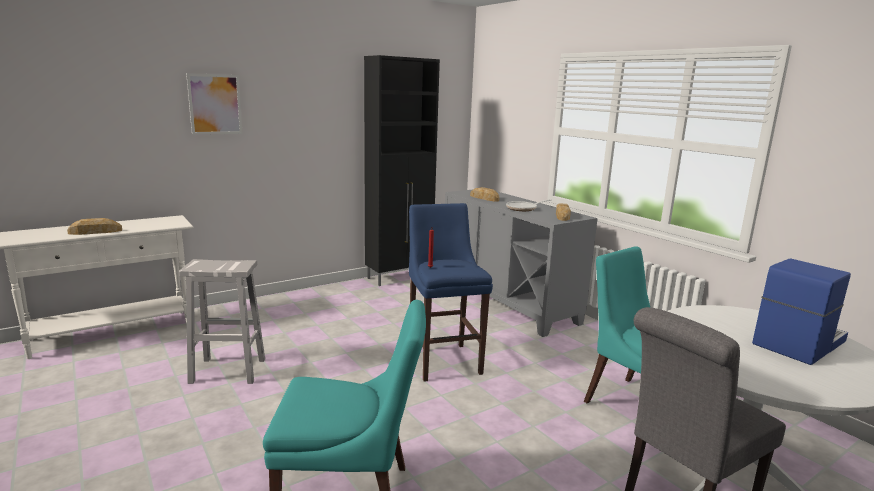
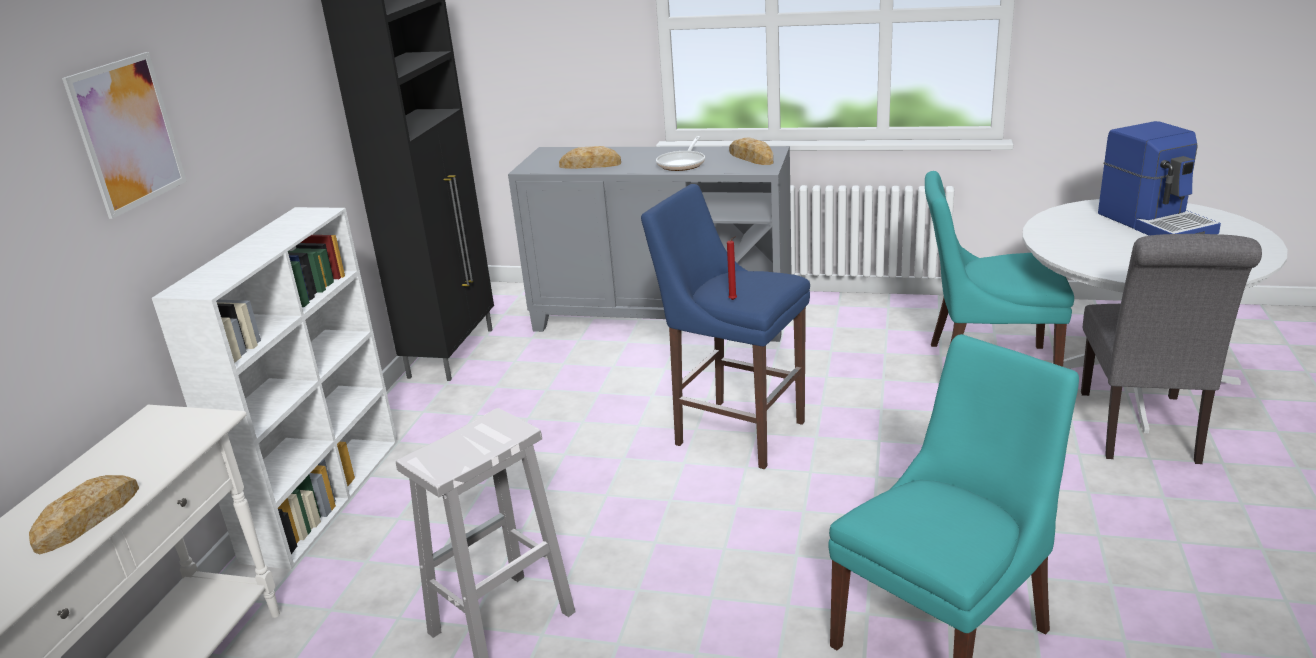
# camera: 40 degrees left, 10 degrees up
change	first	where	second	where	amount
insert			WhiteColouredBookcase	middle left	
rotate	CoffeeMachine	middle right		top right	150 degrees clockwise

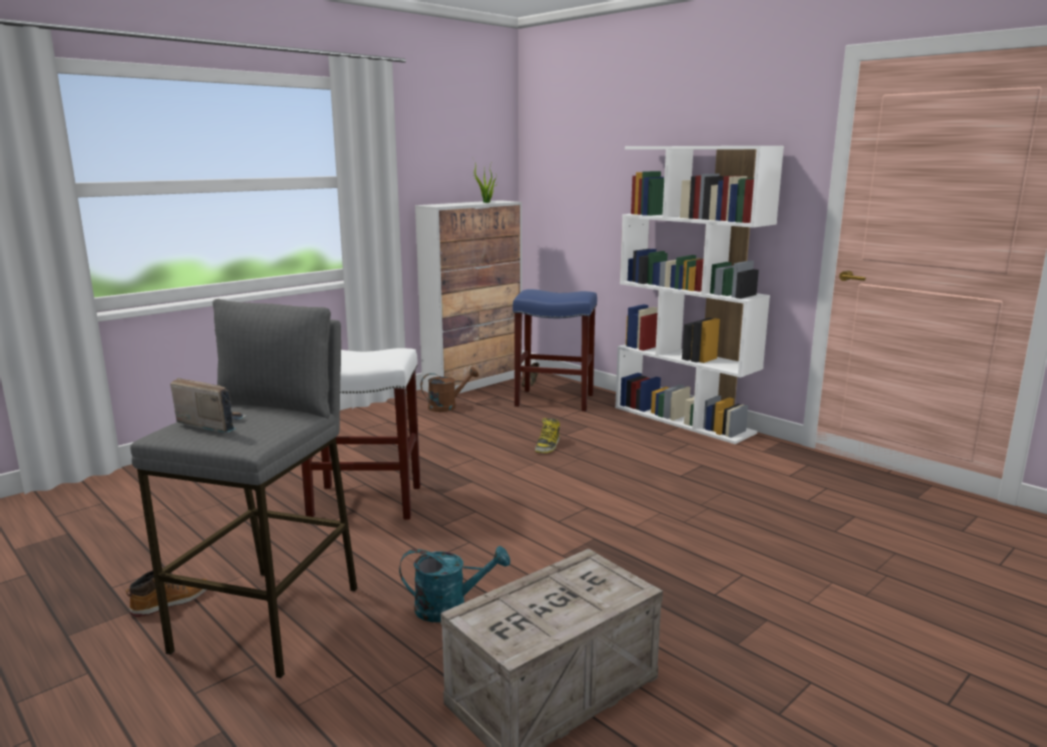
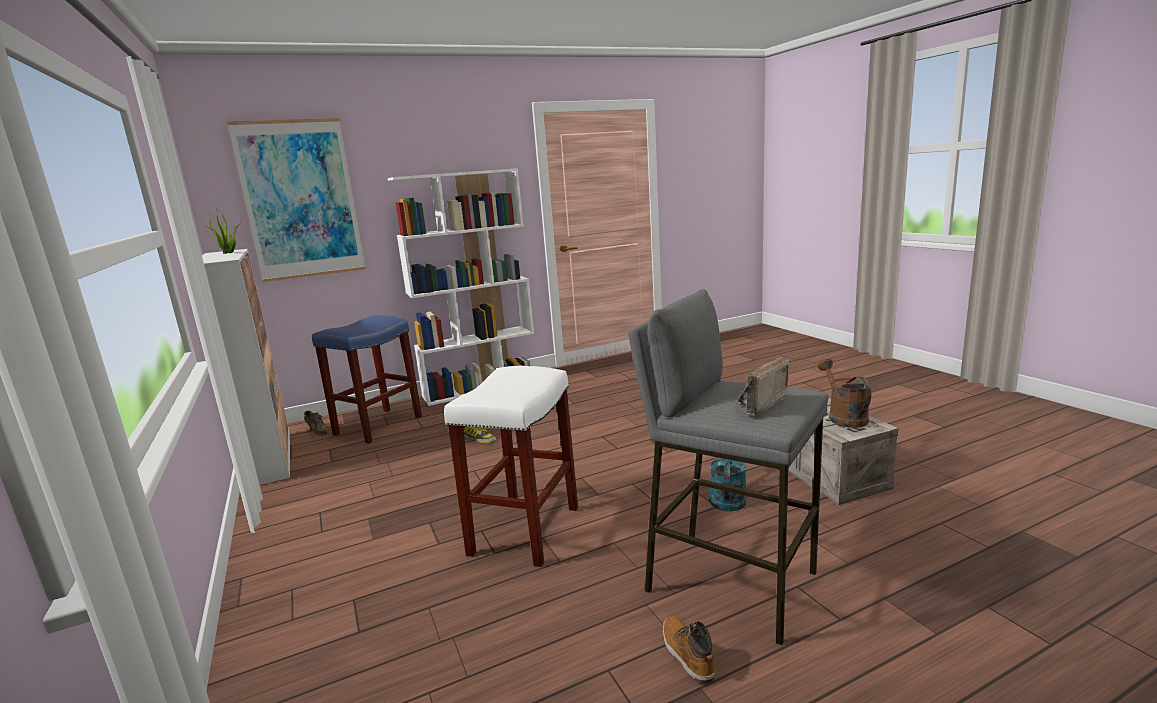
# camera: 70 degrees left, 0 degrees up
change	first	where	second	where	amount
insert			Picture	top left	
move	BrownColouredWateringPot	centre		middle right	

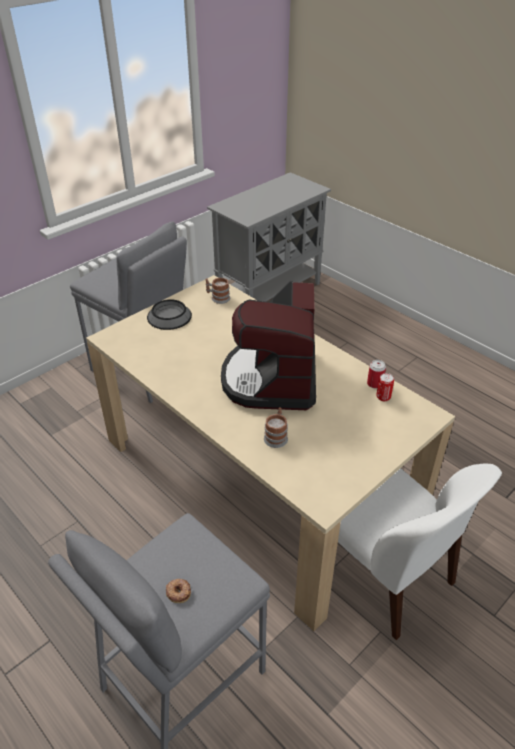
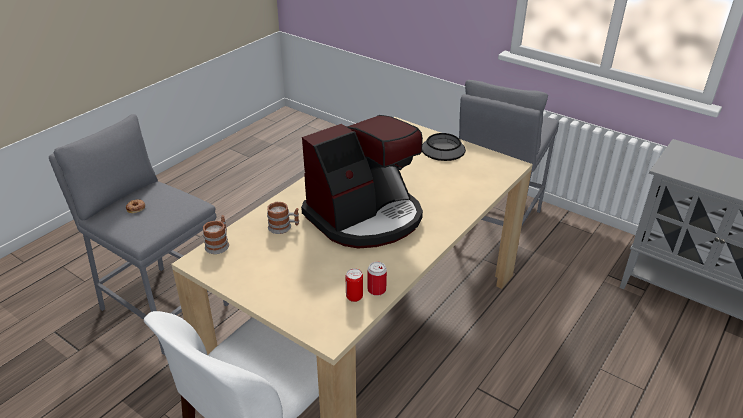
# camera: 80 degrees right, 5 degrees down
change	first	where	second	where	amount
move	Mug (1st from left)	centre		middle left	
rotate	CoffeeMachine	centre		centre	150 degrees clockwise

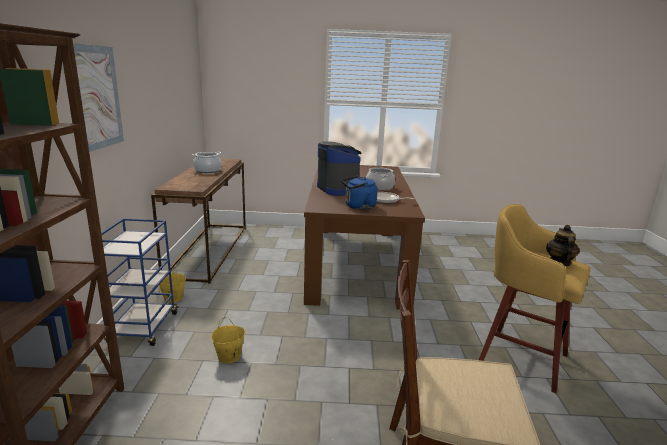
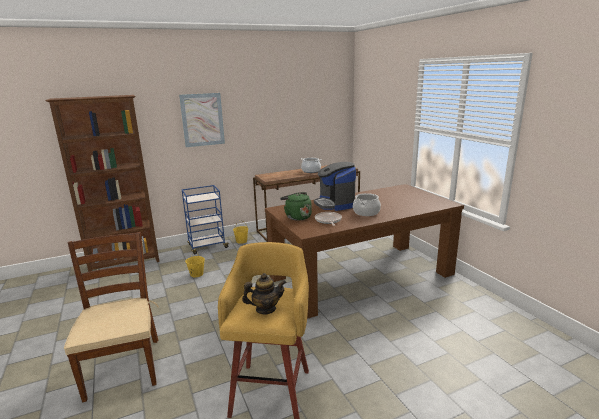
# camera: 65 degrees right, 0 degrees up
change	first	where	second	where	amount
recolor	BlueColouredWaterKettle	centre	GreenishWaterKettle	centre	
rotate	CoffeeMachine	centre		centre	120 degrees clockwise

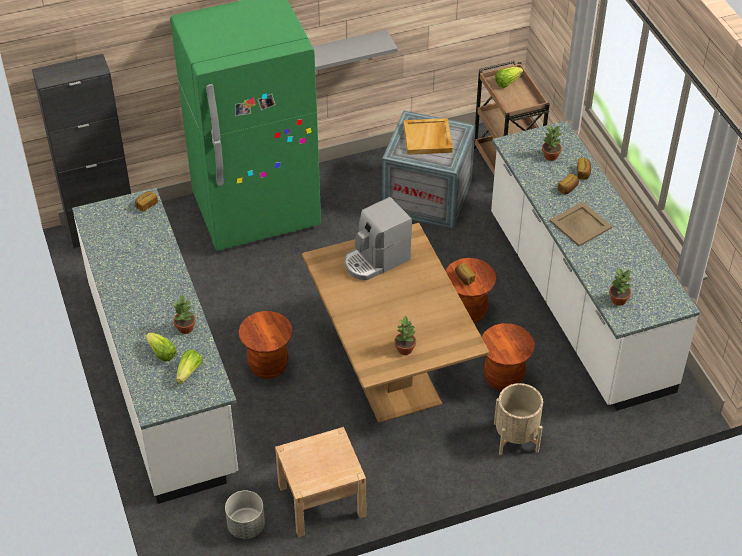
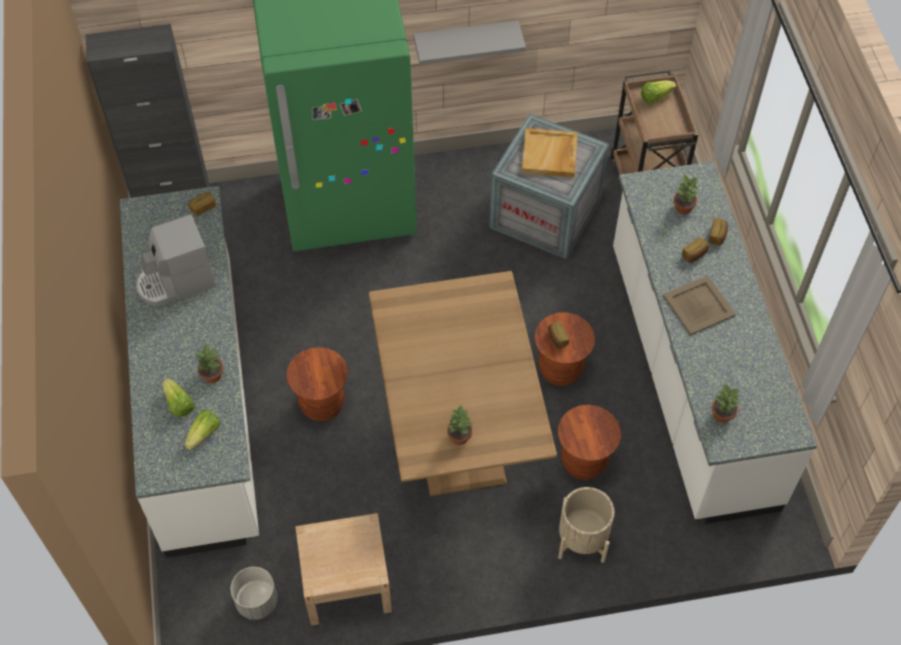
# camera: 10 degrees right, 10 degrees up
change	first	where	second	where	amount
move	CoffeeMachine	centre		middle left	

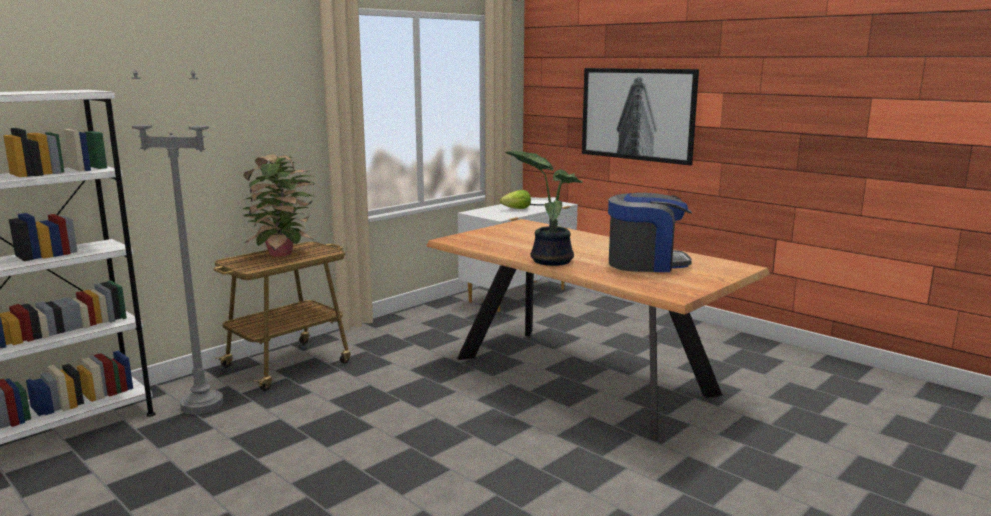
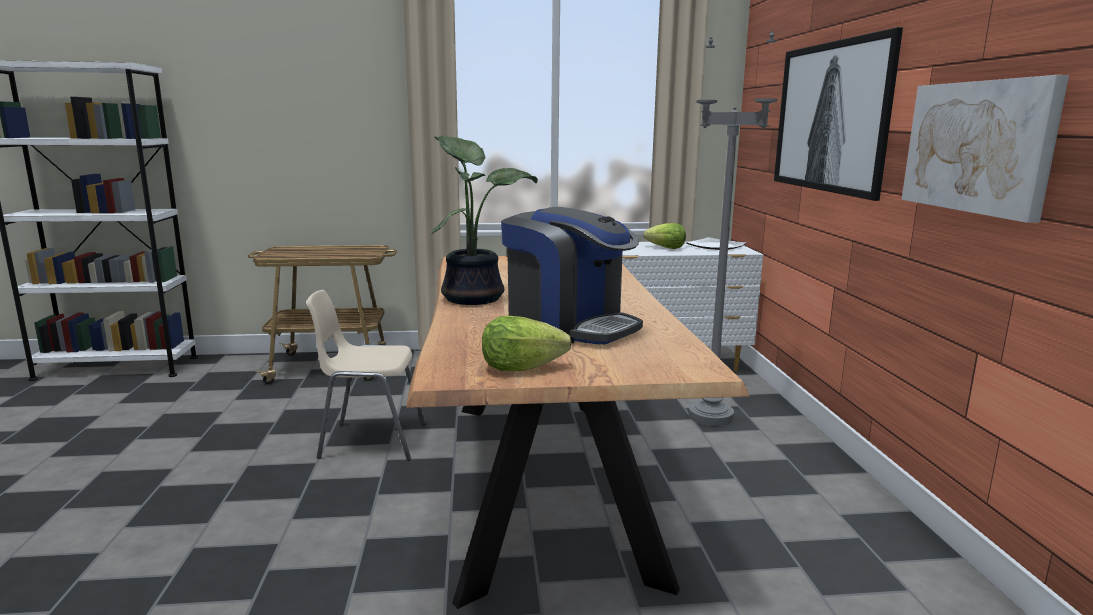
# camera: 40 degrees right, 0 degrees up
change	first	where	second	where	amount
delete	PottedPlant (1st from left)	middle left			
insert			BeigeColouredChair	centre	
insert			HeadOfLettuce (1st from left)	centre	
insert			Picture (2nd from left)	top right	
move	GreyStandingLamp	middle left		middle right	

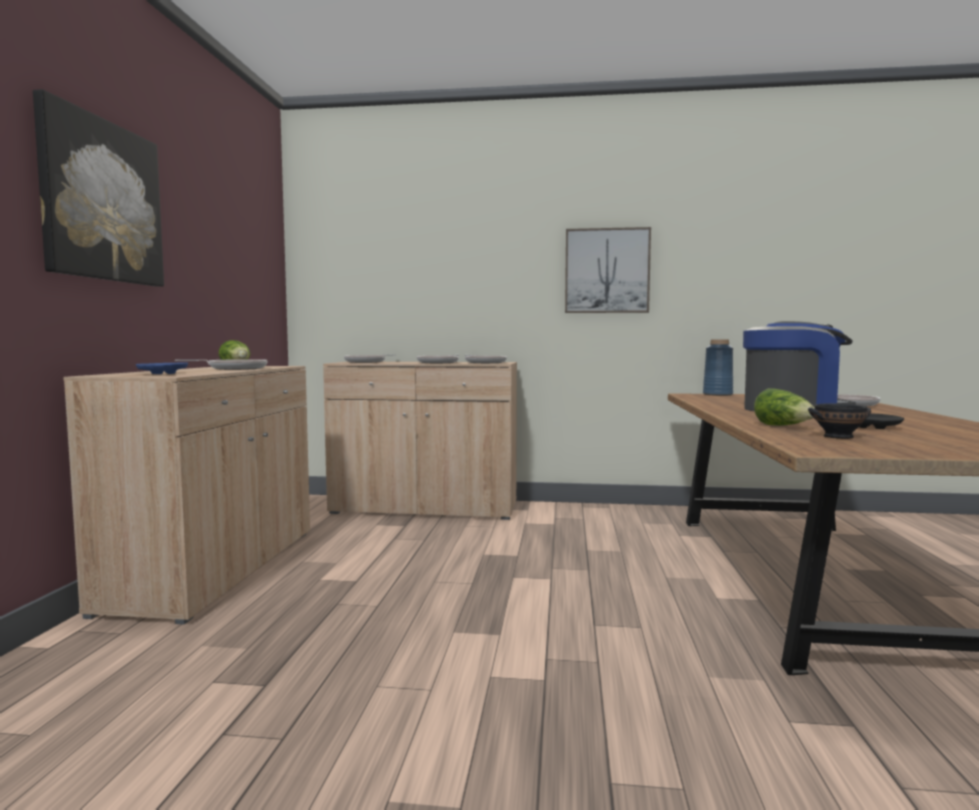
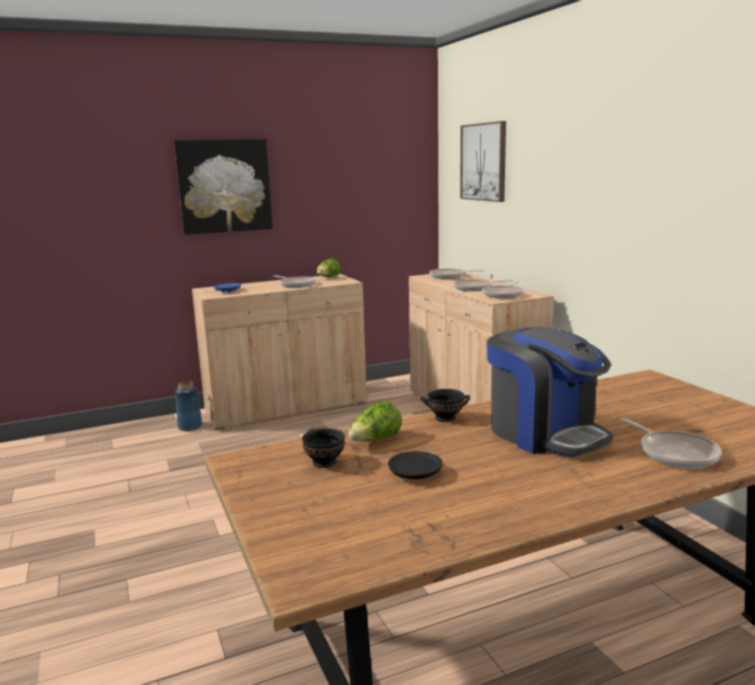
# camera: 60 degrees right, 10 degrees up
change	first	where	second	where	amount
insert			BlackBowl (2nd from left)	centre	
move	Picture (2nd from left)	centre		top centre	
move	BlueColouredFlowerVase	middle right		middle left	

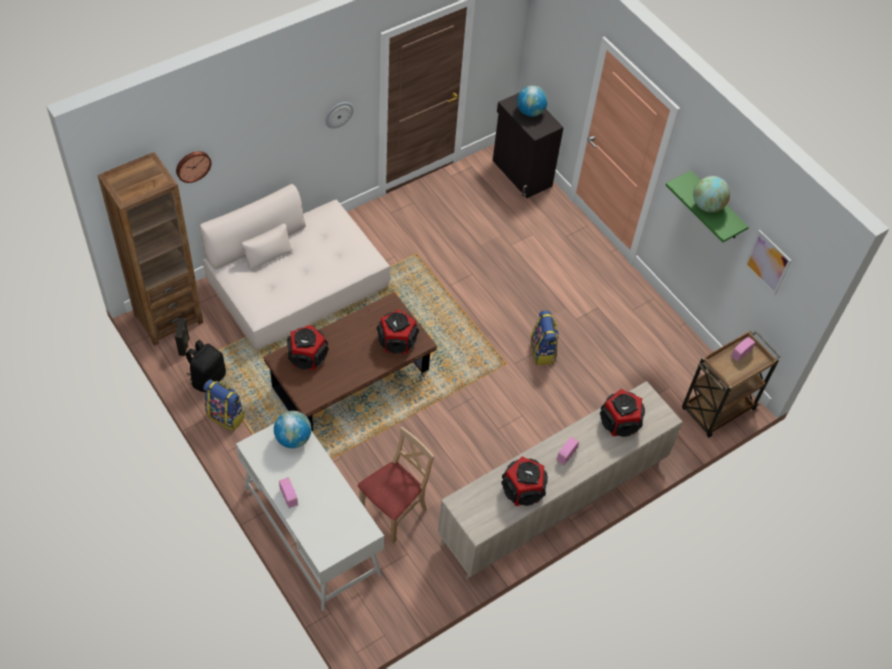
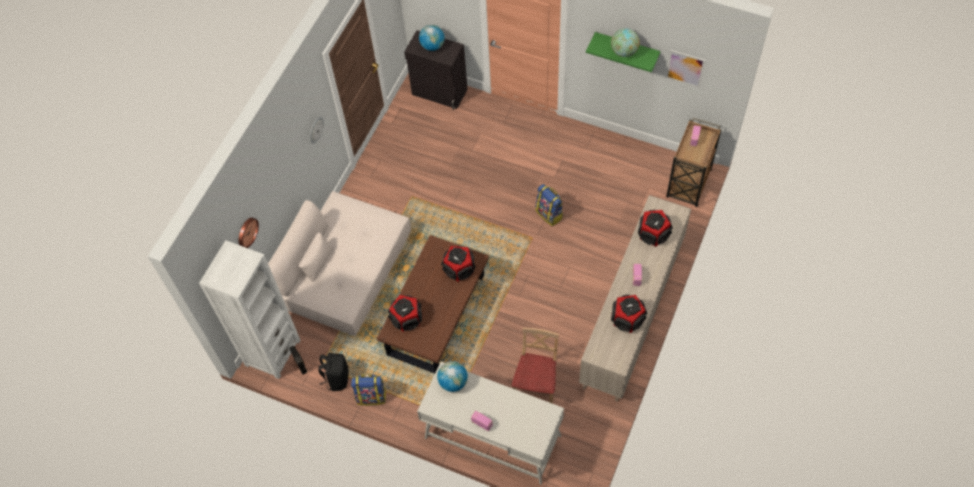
# camera: 25 degrees left, 5 degrees up
change	first	where	second	where	amount
recolor	BrownColouredBookcase	middle left	WhiteColouredBookcase	middle left	

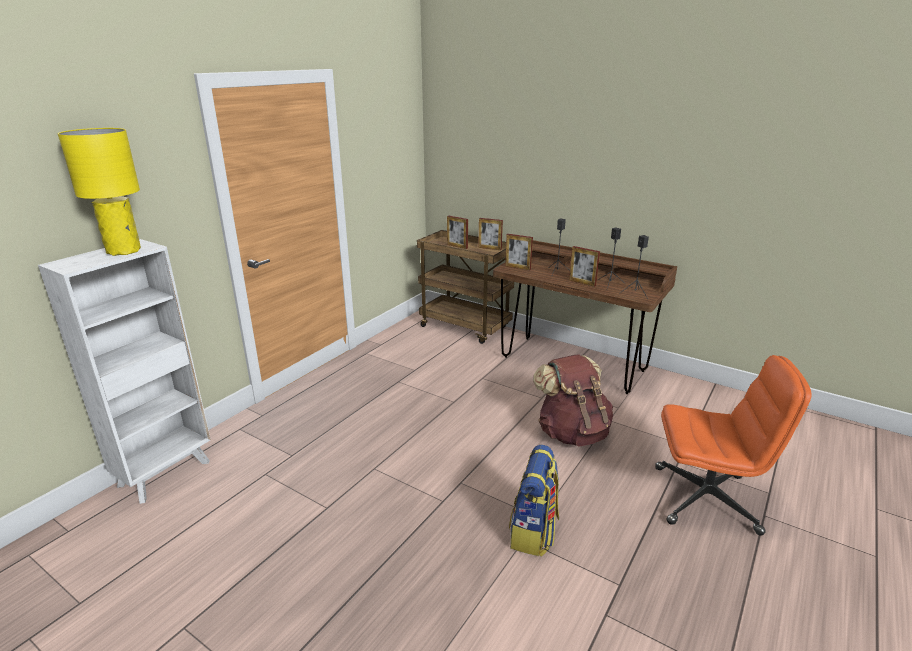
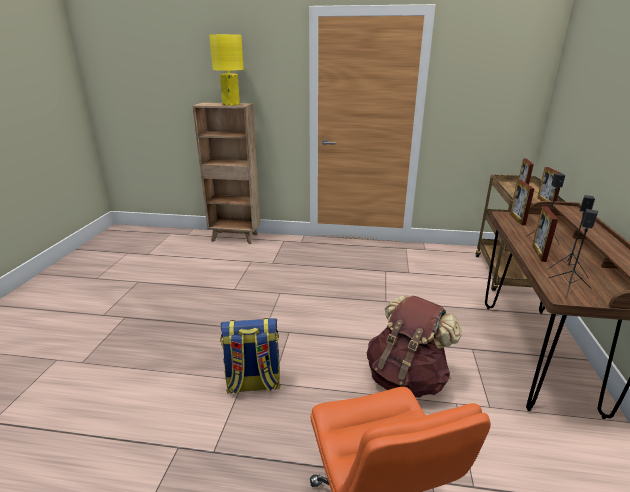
# camera: 65 degrees right, 0 degrees up
change	first	where	second	where	amount
recolor	WhiteColouredBookcase	middle left	BrownColouredBookcase	centre	

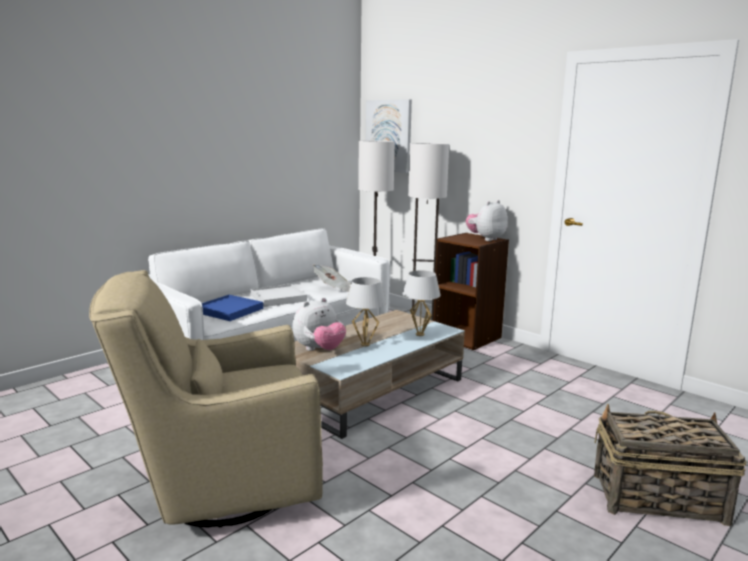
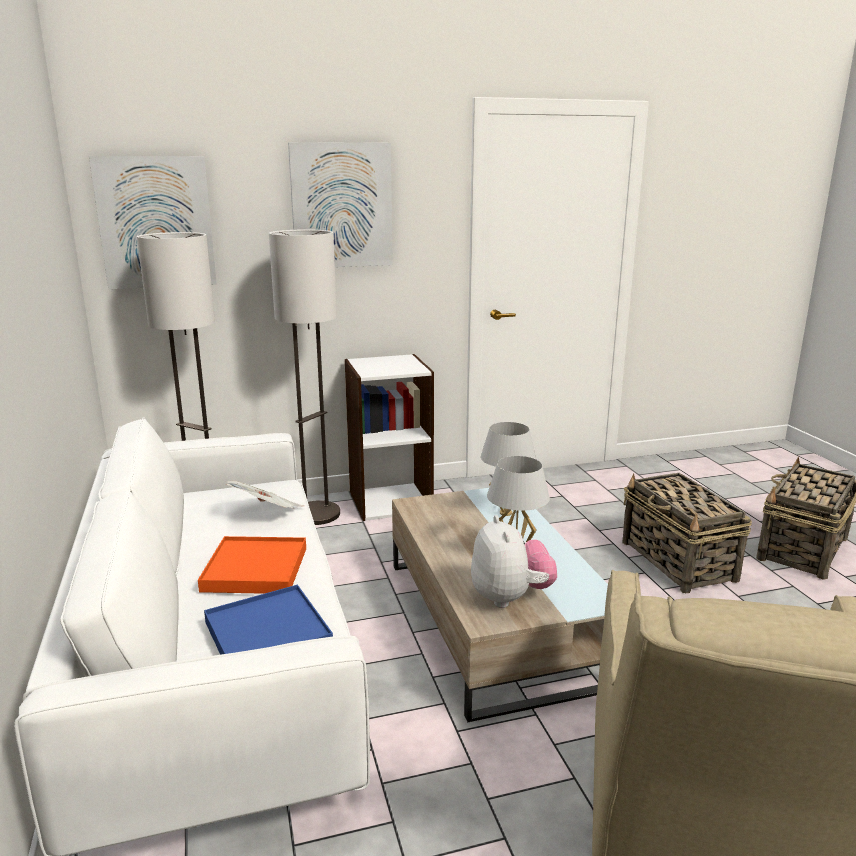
# camera: 60 degrees left, 5 degrees up
change	first	where	second	where	amount
delete	SoftToy (2nd from left)	centre			
insert			Picture (2nd from left)	top centre	
insert			Basket (1st from left)	middle right	
recolor	WhiteColouredTray	centre	OrangeColouredTray	middle left	
recolor	BrownColouredBookcase	centre	WhiteColouredBookcase	centre	

